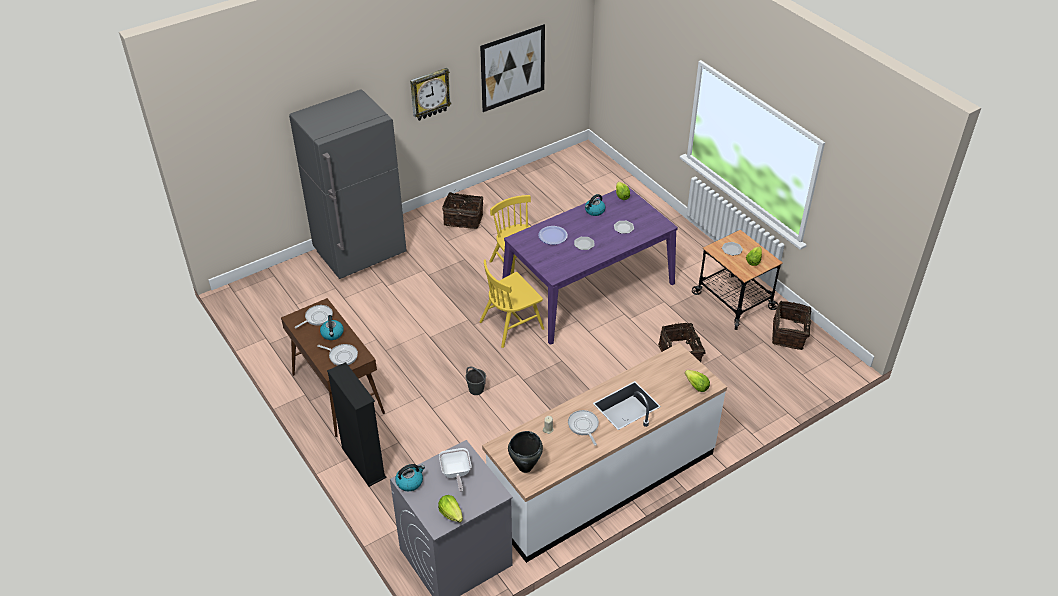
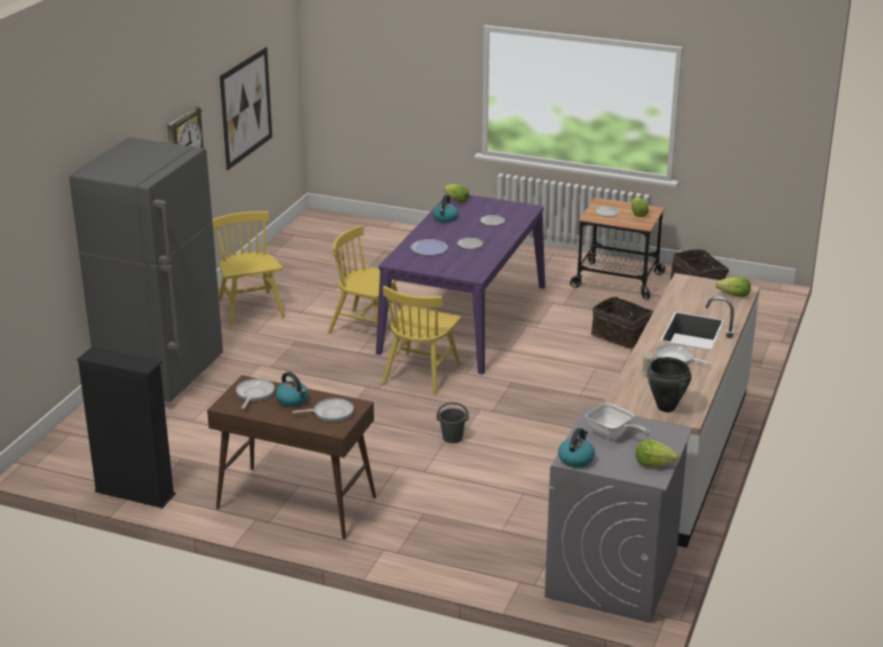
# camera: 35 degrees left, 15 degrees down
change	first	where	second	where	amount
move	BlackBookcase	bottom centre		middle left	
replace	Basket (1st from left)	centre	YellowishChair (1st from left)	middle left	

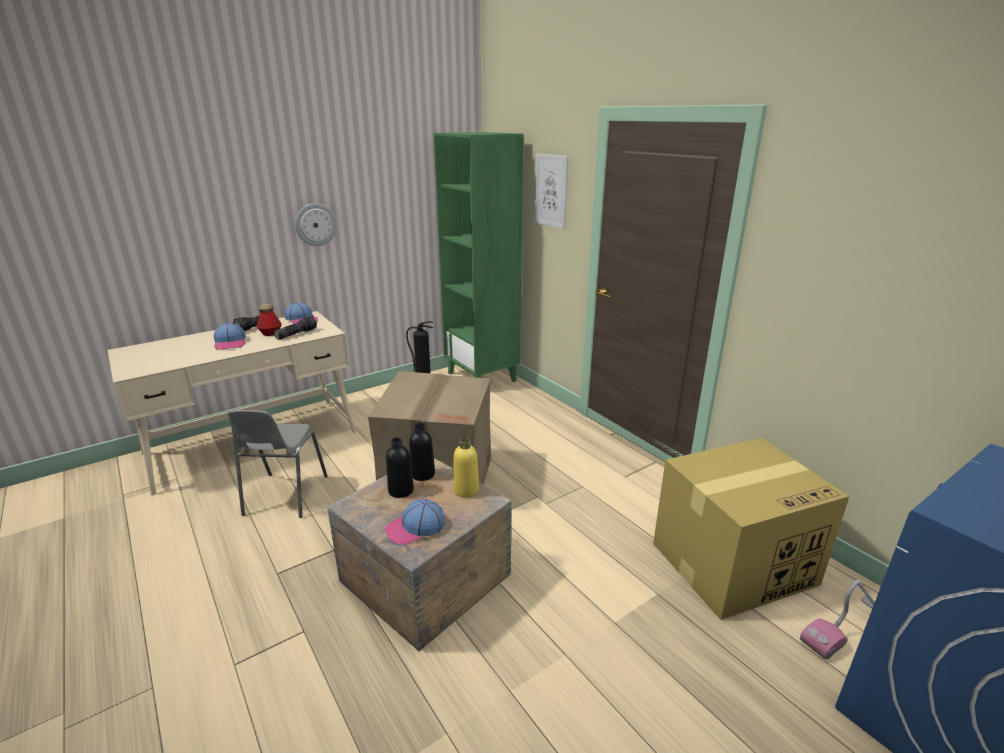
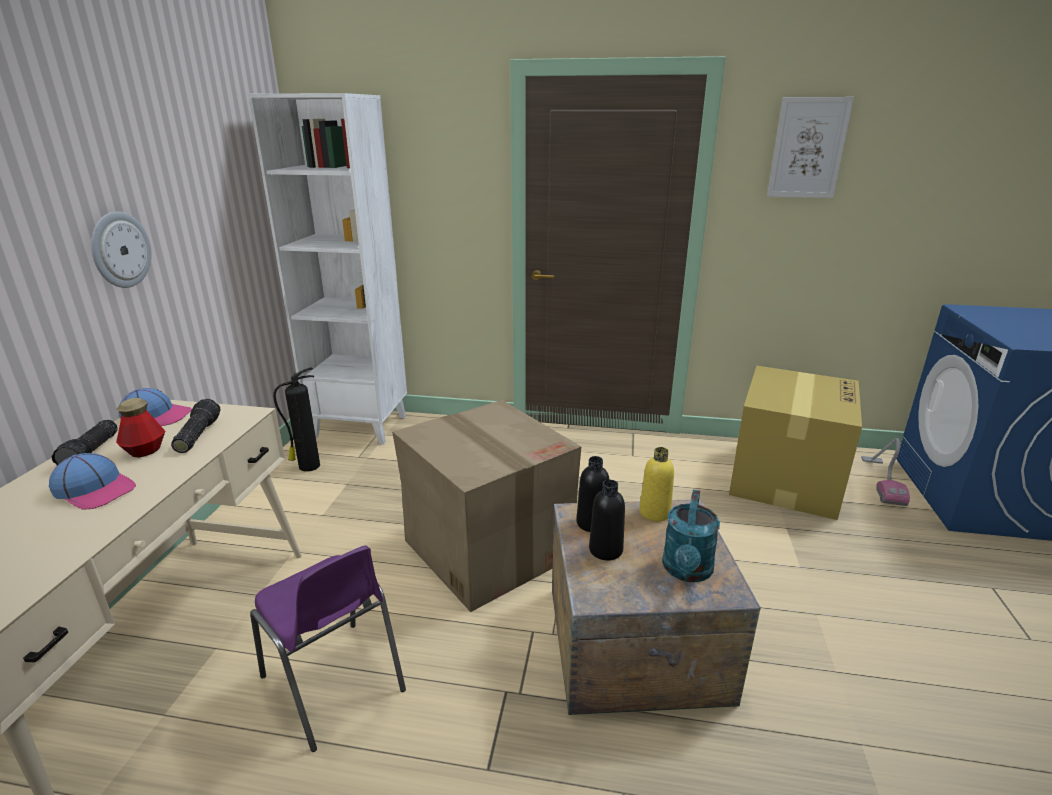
# camera: 45 degrees left, 0 degrees up
change	first	where	second	where	amount
move	Picture	top centre		top right	
replace	Cap (3rd from left)	bottom centre	BlueGreenWateringPot	bottom centre	
recolor	GreyChair	middle left	PurplishChair	bottom left	
recolor	GreenishBookcase	centre	WhiteColouredBookcase	middle left	

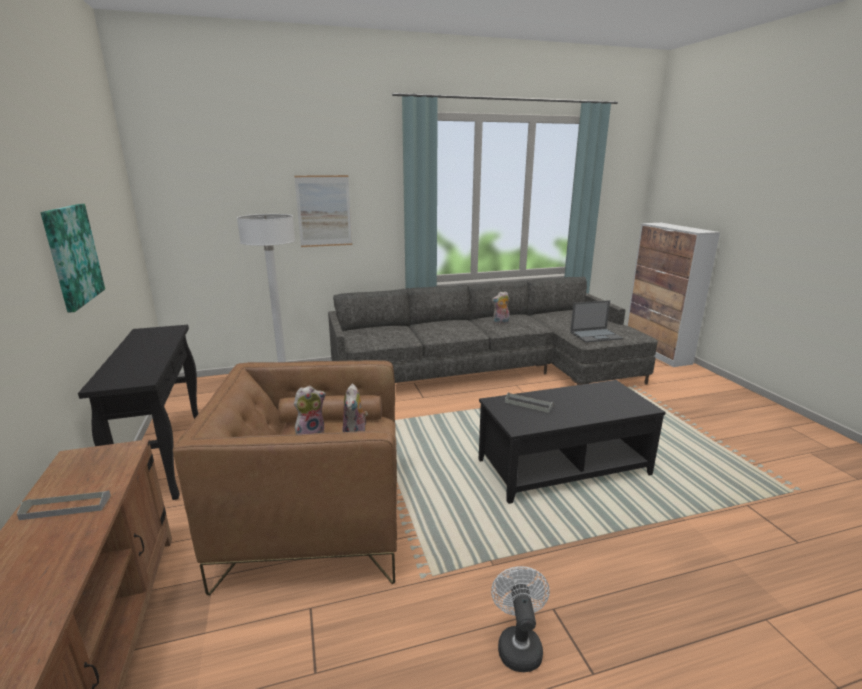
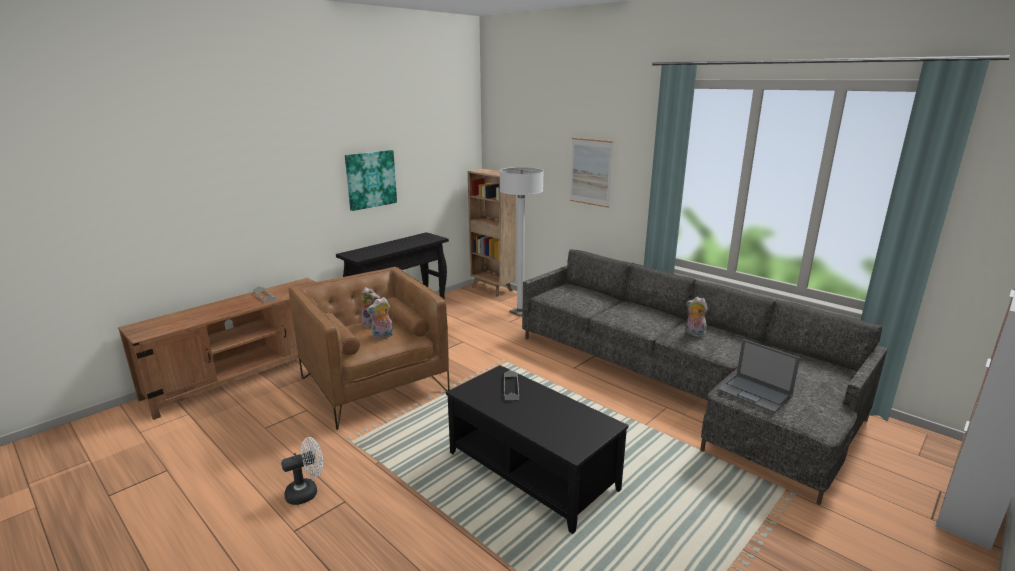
# camera: 60 degrees right, 0 degrees up
change	first	where	second	where	amount
insert			BrownColouredBookcase	centre	

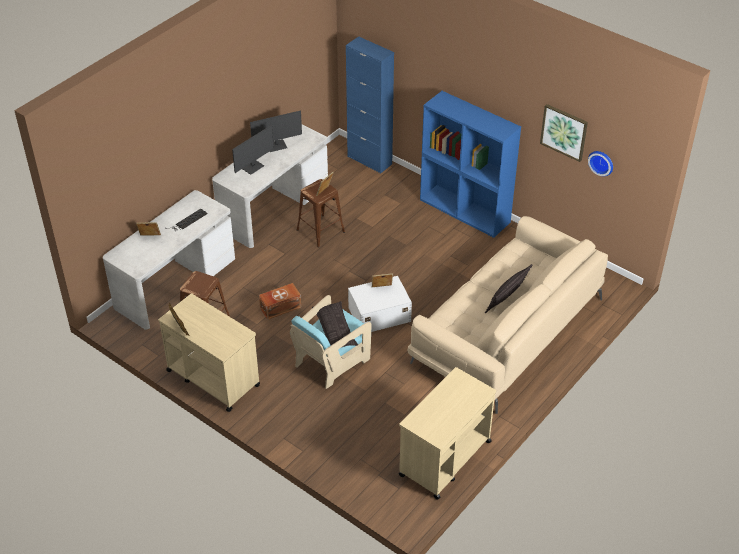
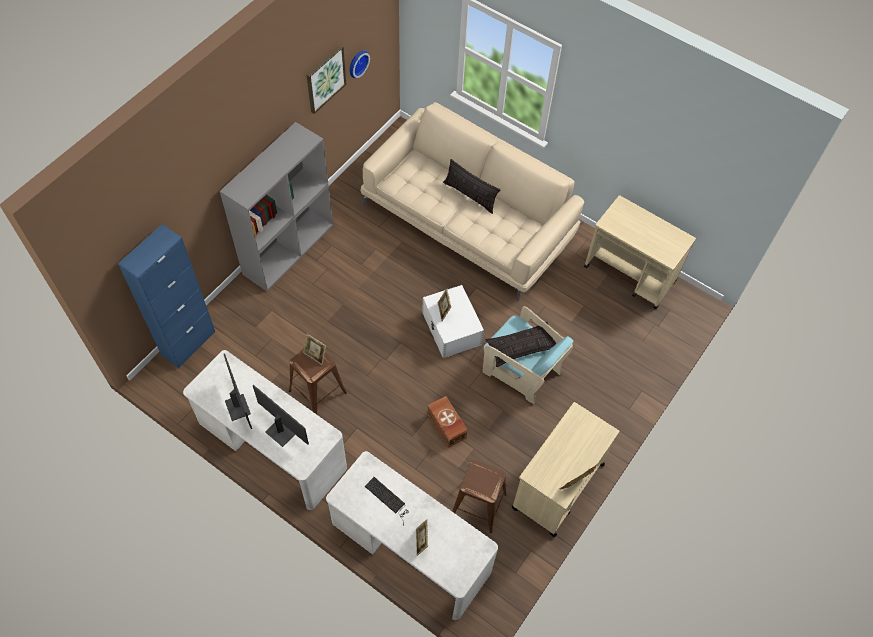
# camera: 95 degrees left, 15 degrees up
change	first	where	second	where	amount
recolor	BlueColouredBookcase	top centre	GreyBookcase	top left	

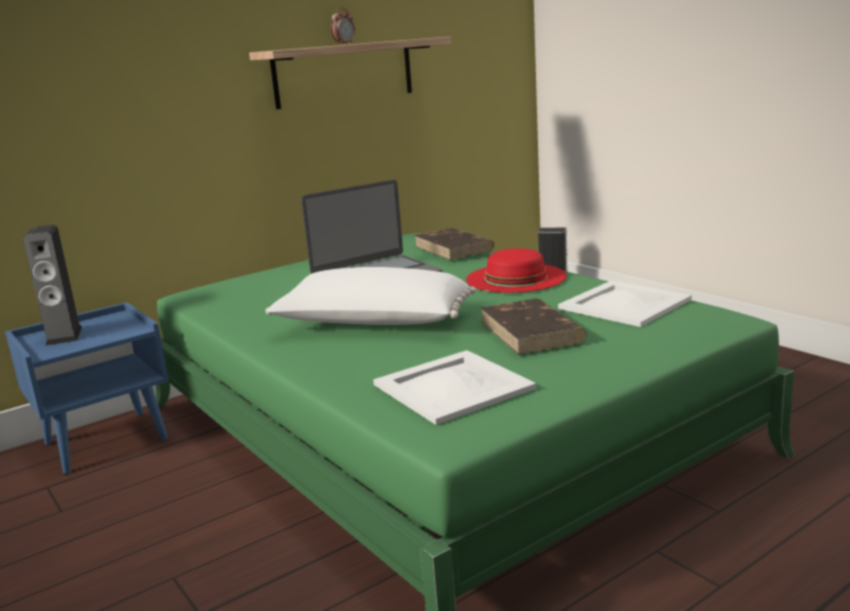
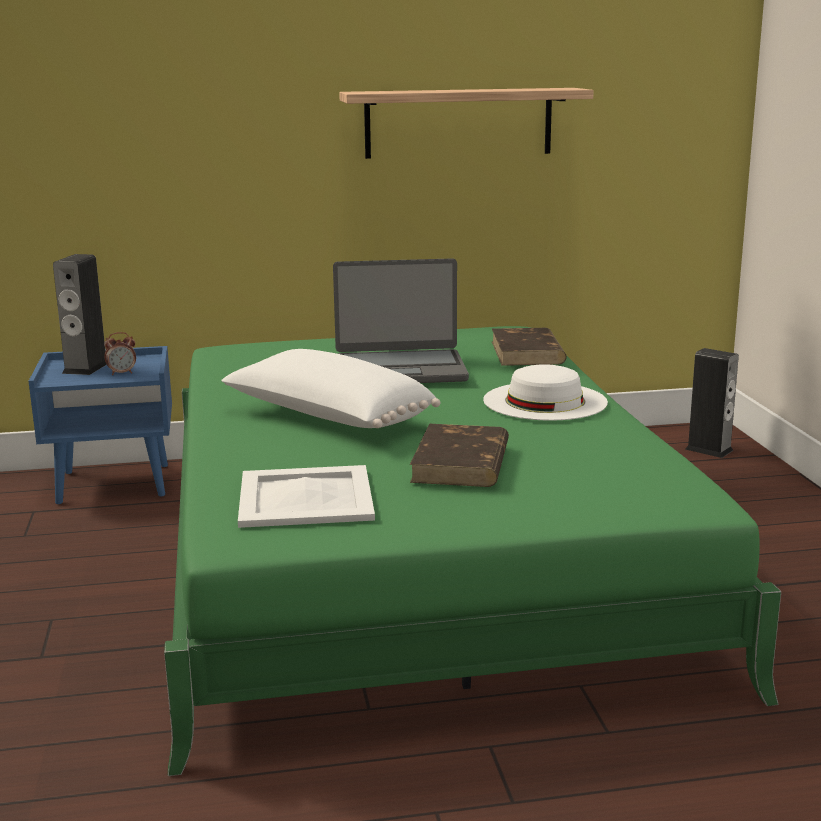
# camera: 25 degrees right, 0 degrees up
change	first	where	second	where	amount
delete	WhiteColouredTray (2nd from left)	middle right			
move	BedsideClock	top centre		middle left	
recolor	RedColouredClothingHat	centre	WhiteColouredClothingHat	centre	

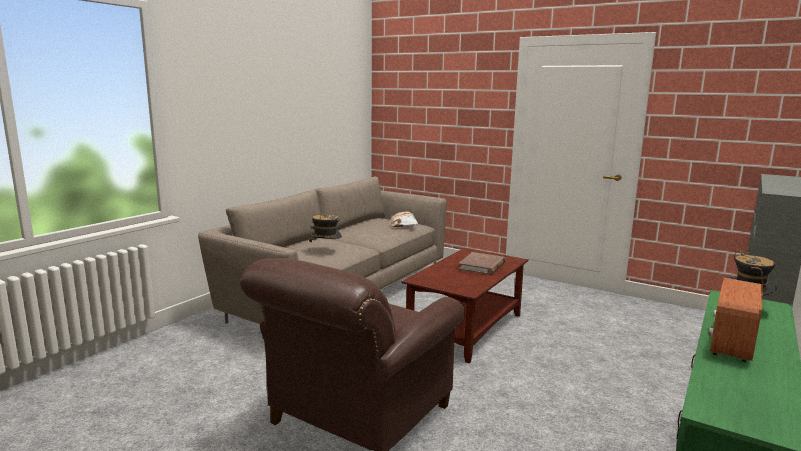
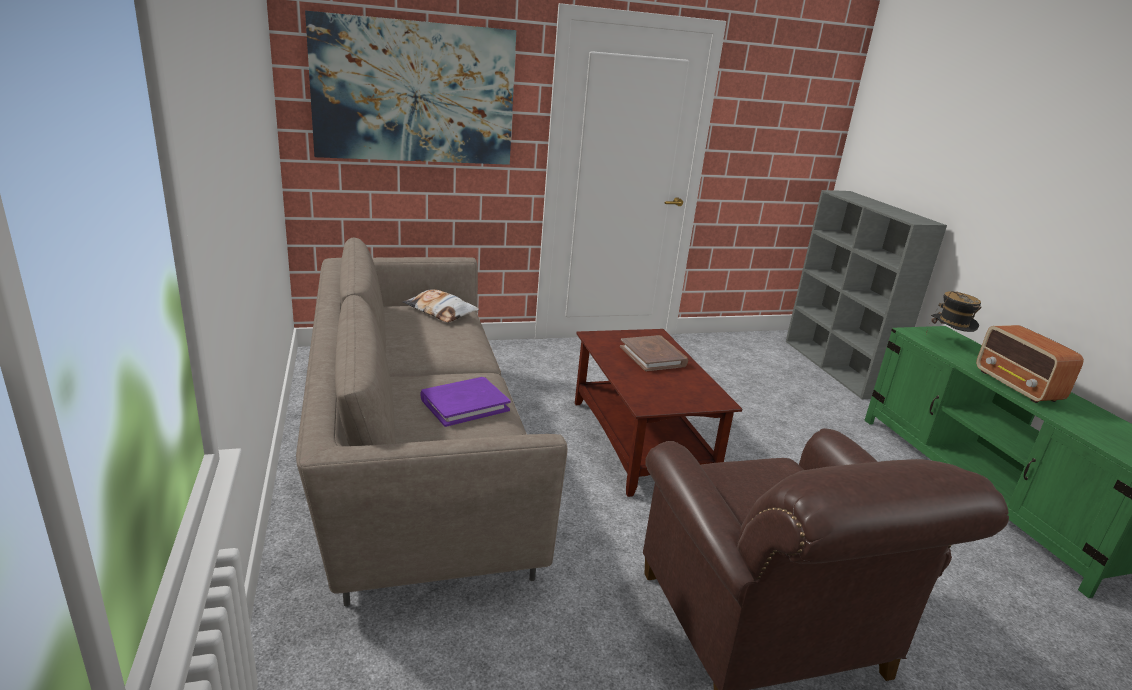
# camera: 50 degrees left, 10 degrees up
change	first	where	second	where	amount
insert			Picture	top centre	
replace	ClothingHat (1st from left)	centre	PurplishBoundBook	centre	

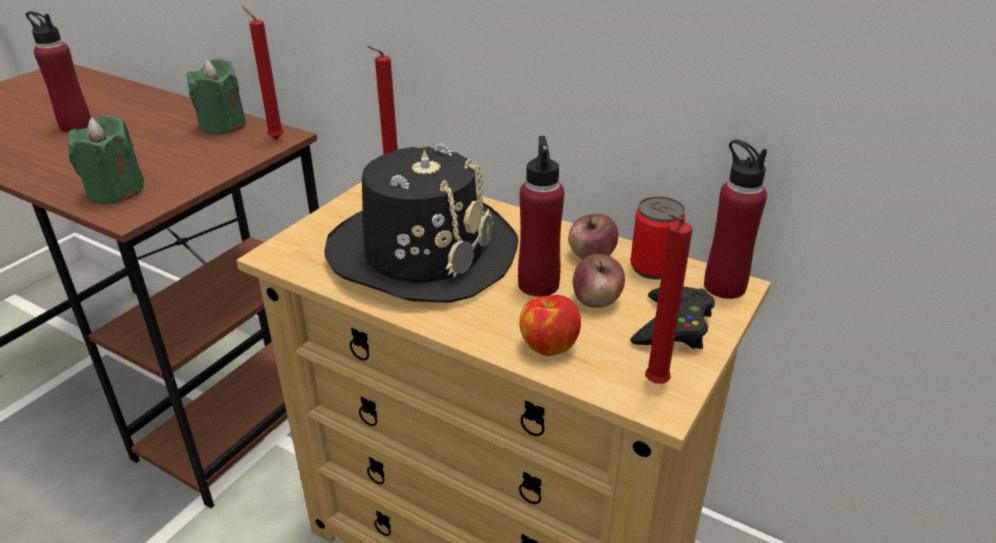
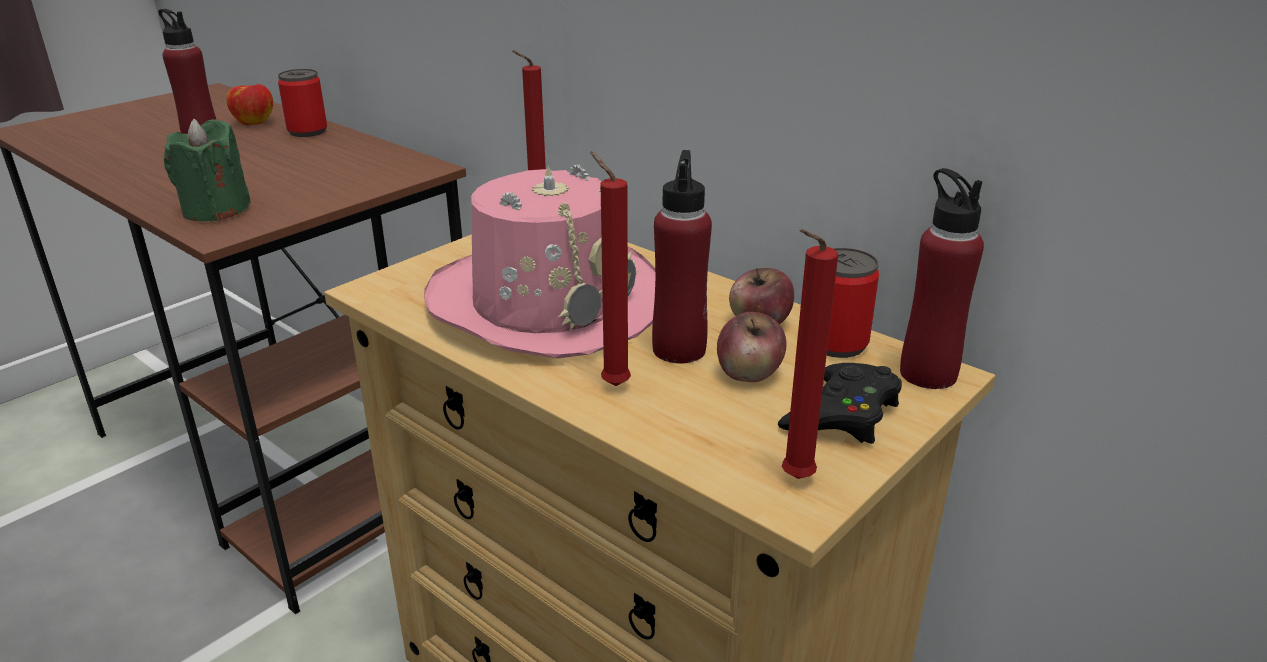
# camera: 10 degrees right, 5 degrees down
change	first	where	second	where	amount
delete	GreenishCandle (2nd from left)	top left			
insert			MetalCan (1st from left)	top left	
move	RedColouredCandle (1st from left in the first image)	top left	RedColouredCandle (2nd from left)	centre	
move	AppleFruit (1st from left)	centre		top left	
recolor	BlackClothingHat	centre	PinkColouredClothingHat	centre	

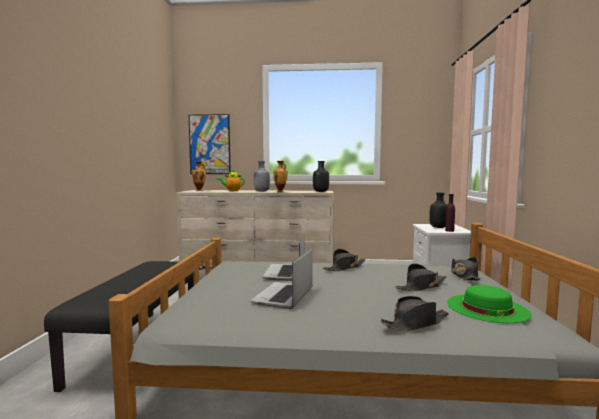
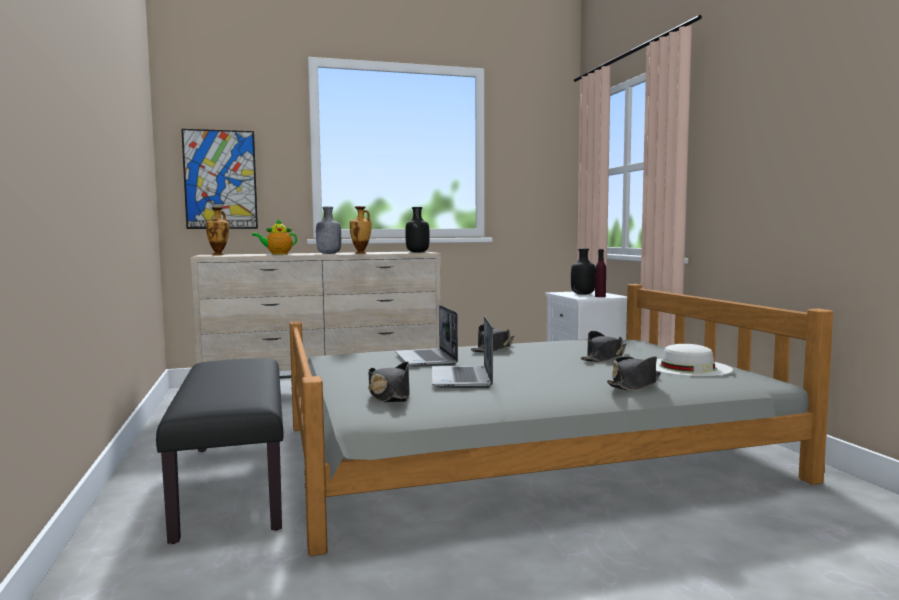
# camera: 20 degrees left, 0 degrees up
change	first	where	second	where	amount
move	BlackClothingHat (4th from left in the first image)	middle right	BlackClothingHat (1st from left)	centre	
recolor	GreenishClothingHat	bottom right	WhiteColouredClothingHat	middle right	

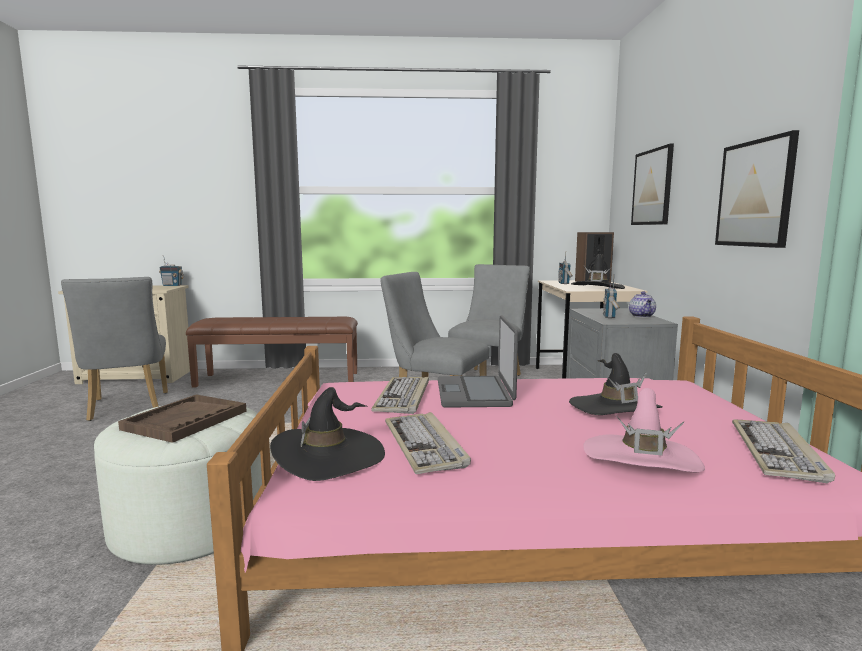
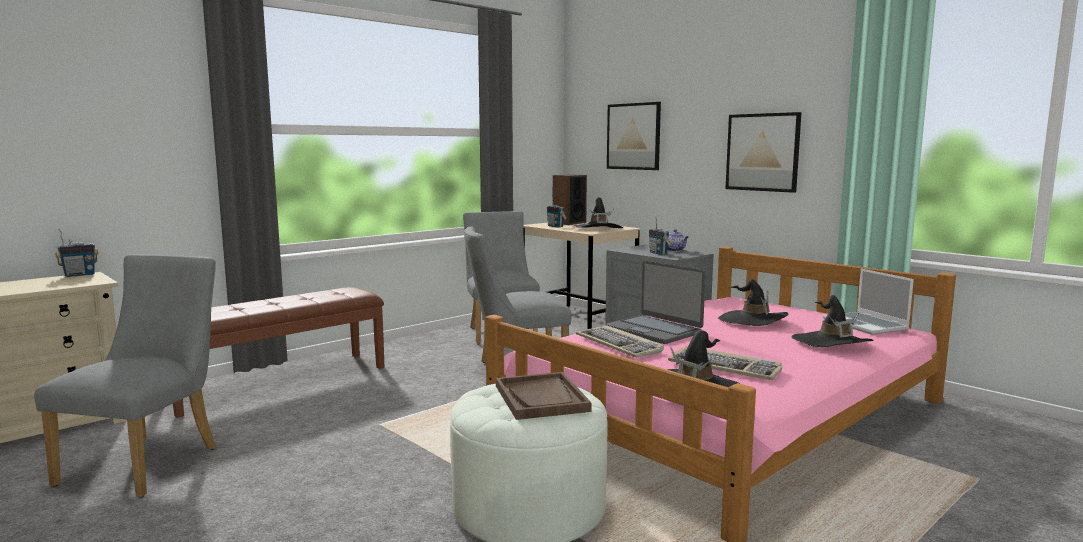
# camera: 40 degrees left, 0 degrees up
change	first	where	second	where	amount
replace	ComputerKeyboard (3rd from left)	bottom right	PortableComputer (2nd from left)	middle right	
recolor	PinkColouredClothingHat	middle right	BlackClothingHat (4th from left)	middle right	
rotate	GreyChair (1st from left)	middle left		bottom left	105 degrees counterclockwise

